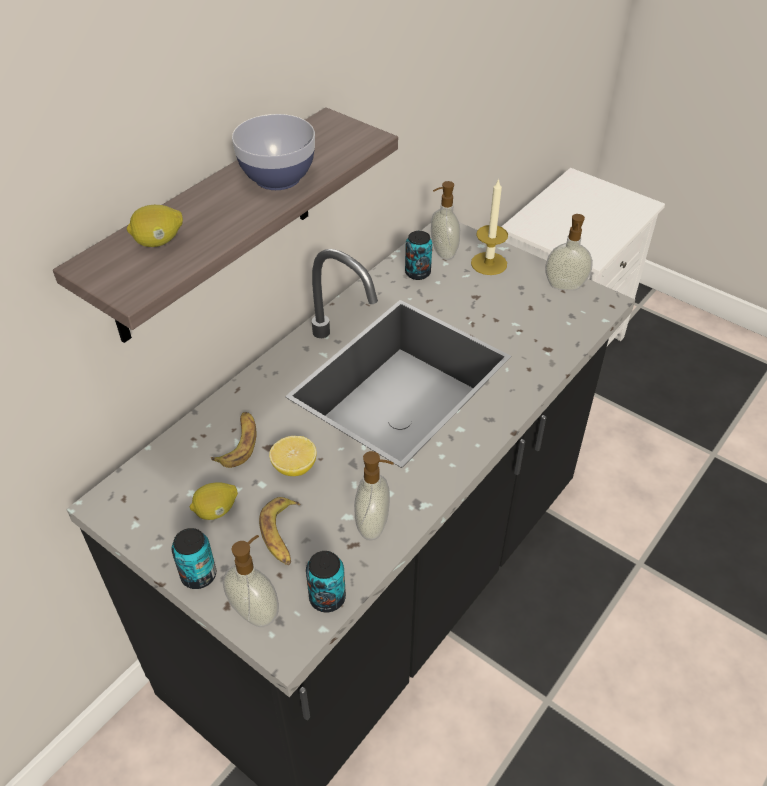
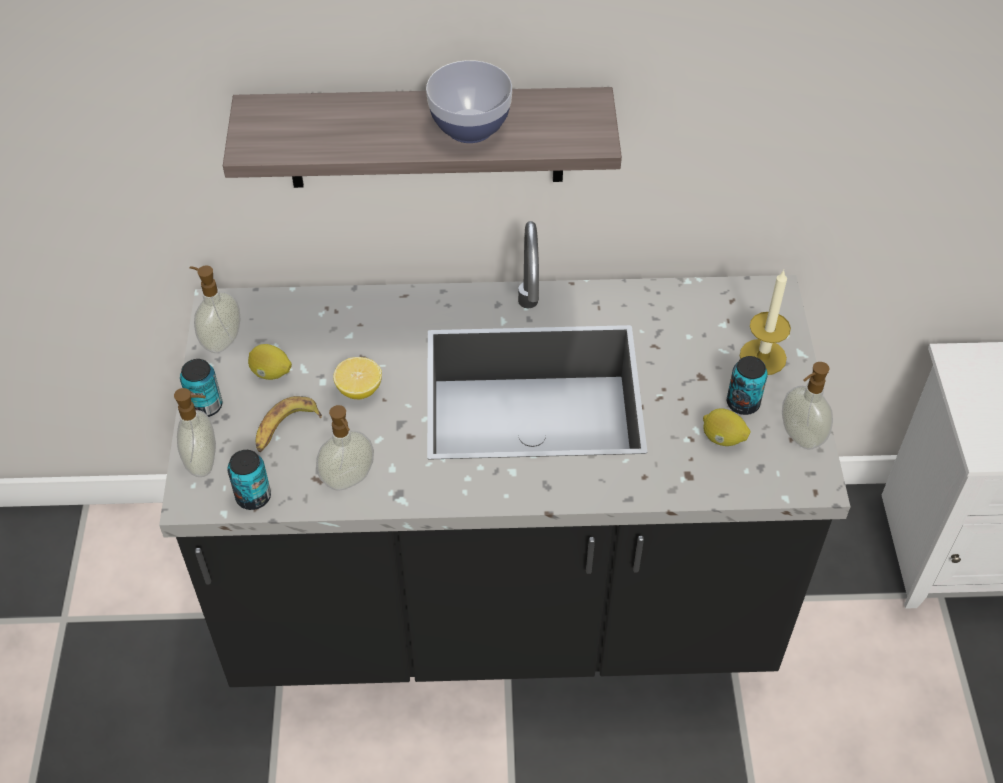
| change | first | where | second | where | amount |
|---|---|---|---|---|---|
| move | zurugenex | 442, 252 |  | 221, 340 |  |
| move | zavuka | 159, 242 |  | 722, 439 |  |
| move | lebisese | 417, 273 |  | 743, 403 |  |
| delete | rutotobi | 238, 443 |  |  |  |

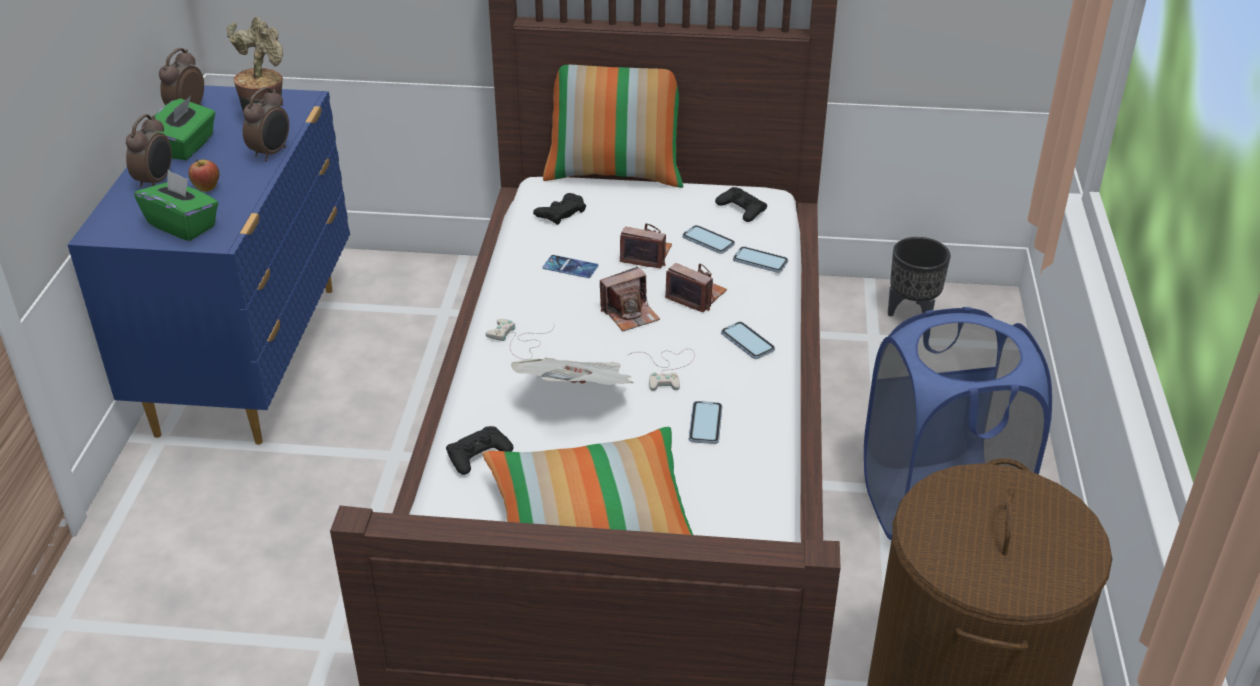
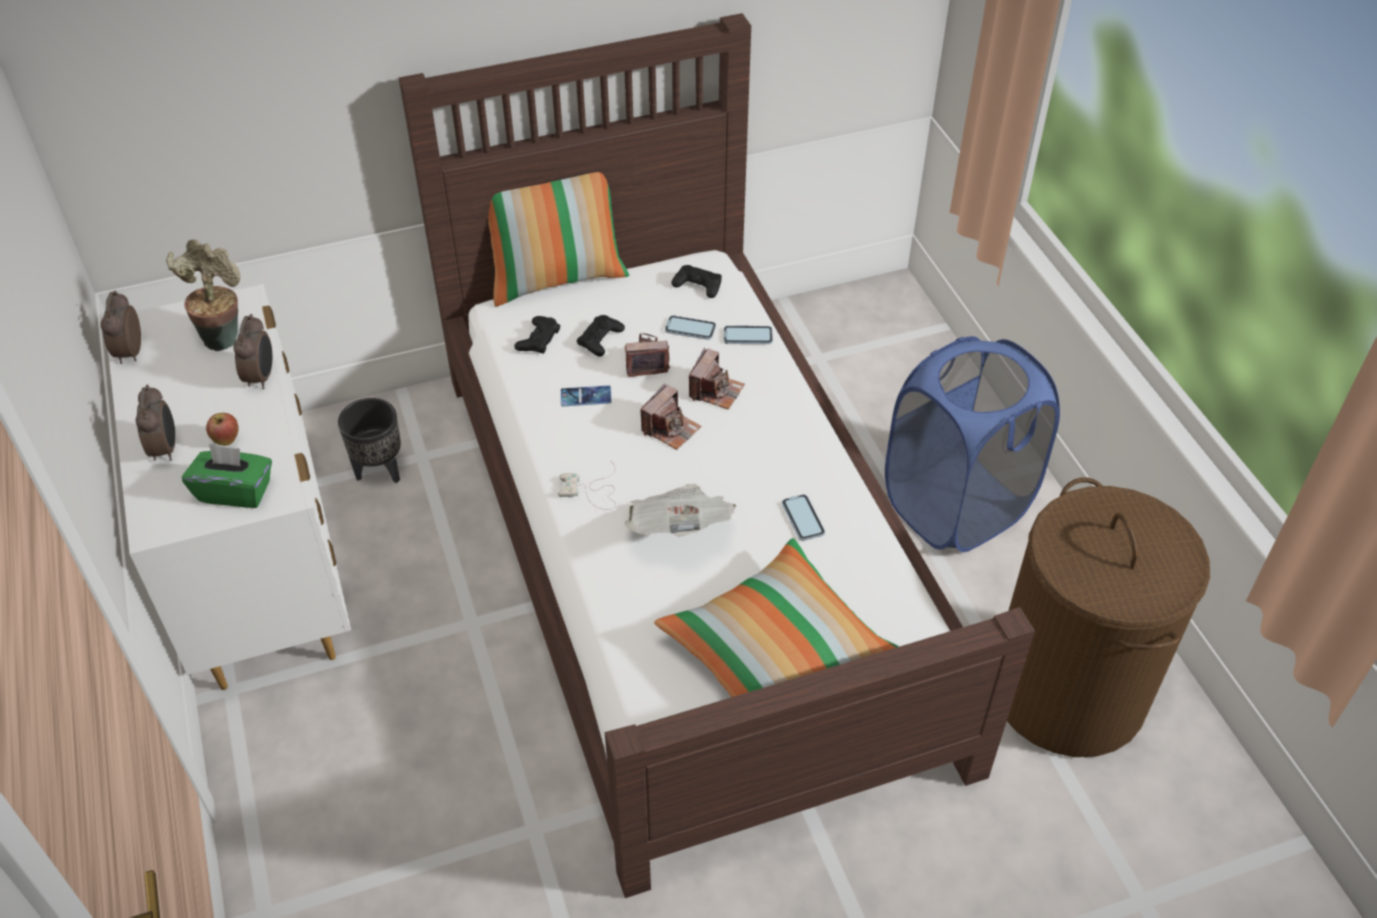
| change | first | where | second | where | amount |
|---|---|---|---|---|---|
| recolor | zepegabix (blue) | 253, 357 | zepegabix (white) | 263, 569 |  |
| delete | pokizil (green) | 187, 147 |  |  |  |
| move | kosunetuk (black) | 912, 314 |  | 380, 470 |  |
| rotate | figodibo | 696, 296 |  | 715, 391 | 105 degrees clockwise |
| delete | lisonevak | 747, 342 |  |  |  |
| delete | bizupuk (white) | 667, 368 |  |  |  |
| move | bizupuk (black) | 478, 455 |  | 600, 339 |  |

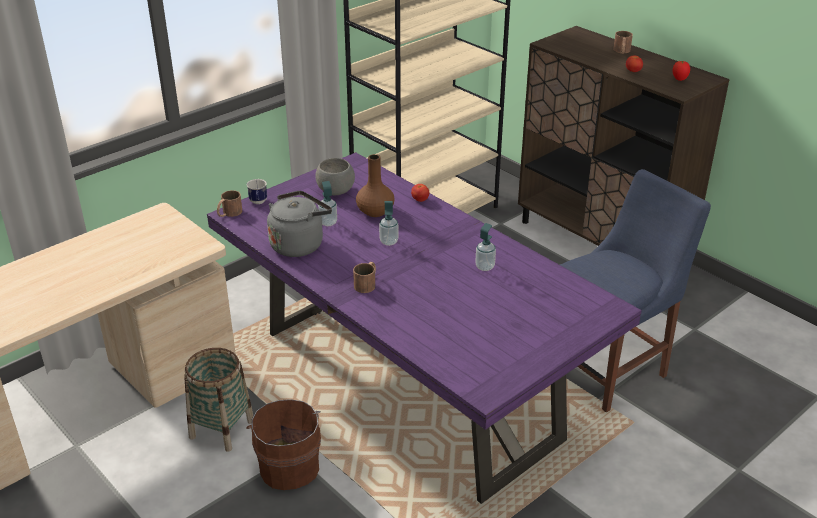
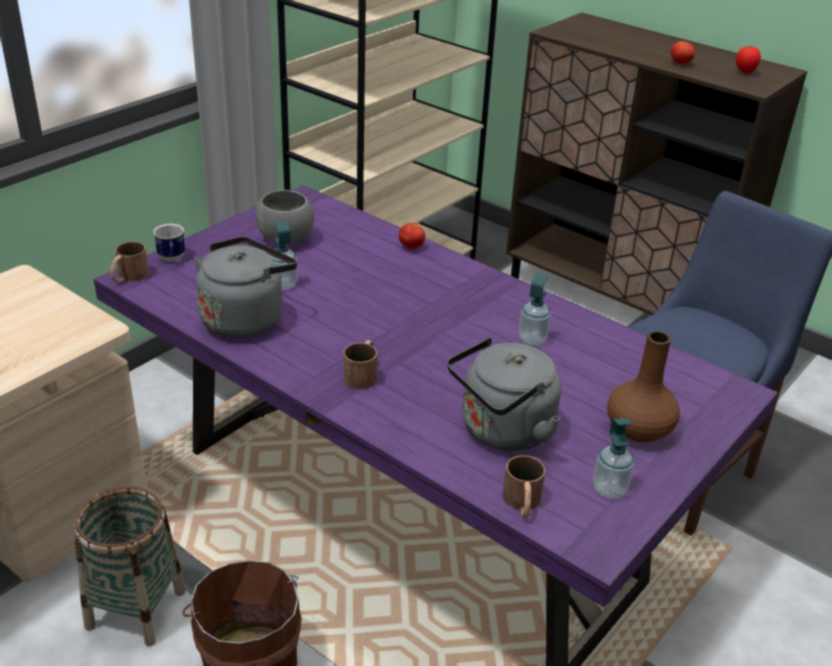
| change | first | where | second | where | amount |
|---|---|---|---|---|---|
| move | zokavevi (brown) | 622, 51 |  | 522, 503 |  |
| move | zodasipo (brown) | 375, 212 |  | 638, 430 |  |
| move | zurugenex | 389, 242 |  | 609, 489 |  |
| insert |  |  | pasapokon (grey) | 502, 431 |  |

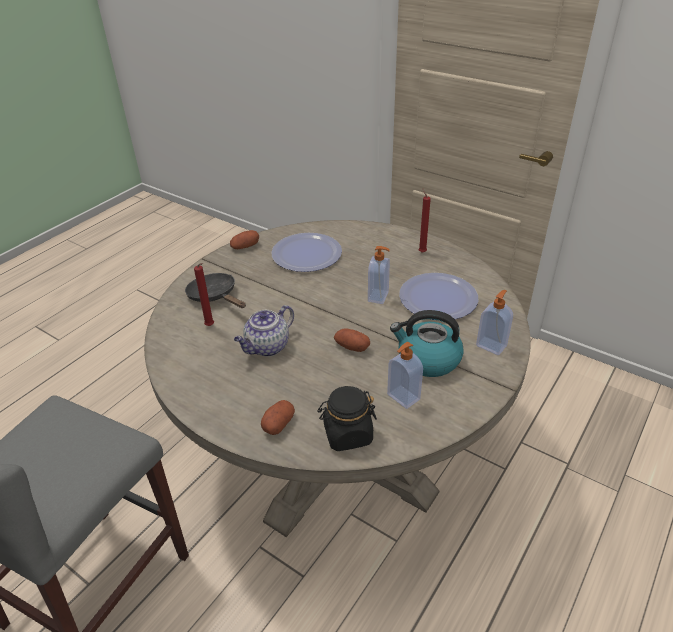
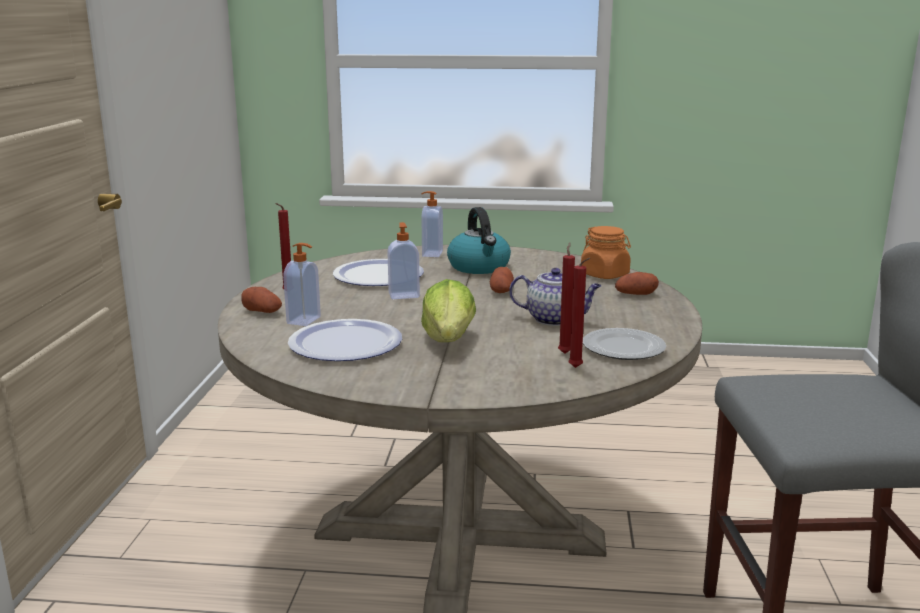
| change | first | where | second | where | amount |
|---|---|---|---|---|---|
| move | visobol | 245, 247 |  | 262, 311 |  |
| delete | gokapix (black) | 215, 296 |  |  |  |
| move | zurugenex | 402, 397 |  | 305, 320 |  |
| recolor | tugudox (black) | 347, 434 | tugudox (orange) | 605, 275 |  |
| insert |  |  | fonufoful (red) | 577, 368 |  |
| insert |  |  | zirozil | 449, 340 |  |
| insert |  |  | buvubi | 623, 348 |  |

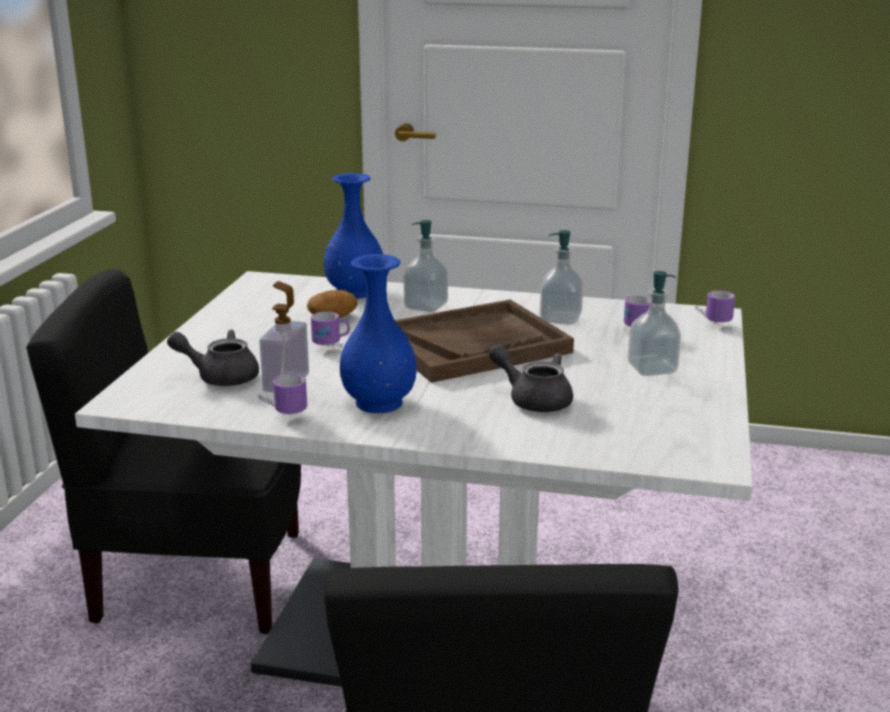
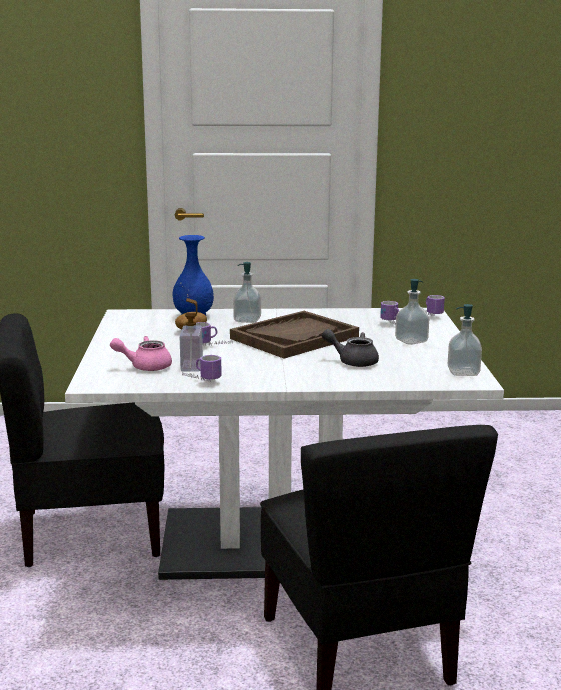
| change | first | where | second | where | amount |
|---|---|---|---|---|---|
| move | zurugenex | 560, 319 |  | 463, 372 |  |
| delete | zodasipo (blue) | 380, 403 |  |  |  |
| recolor | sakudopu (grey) | 220, 377 | sakudopu (pink) | 145, 366 |  |

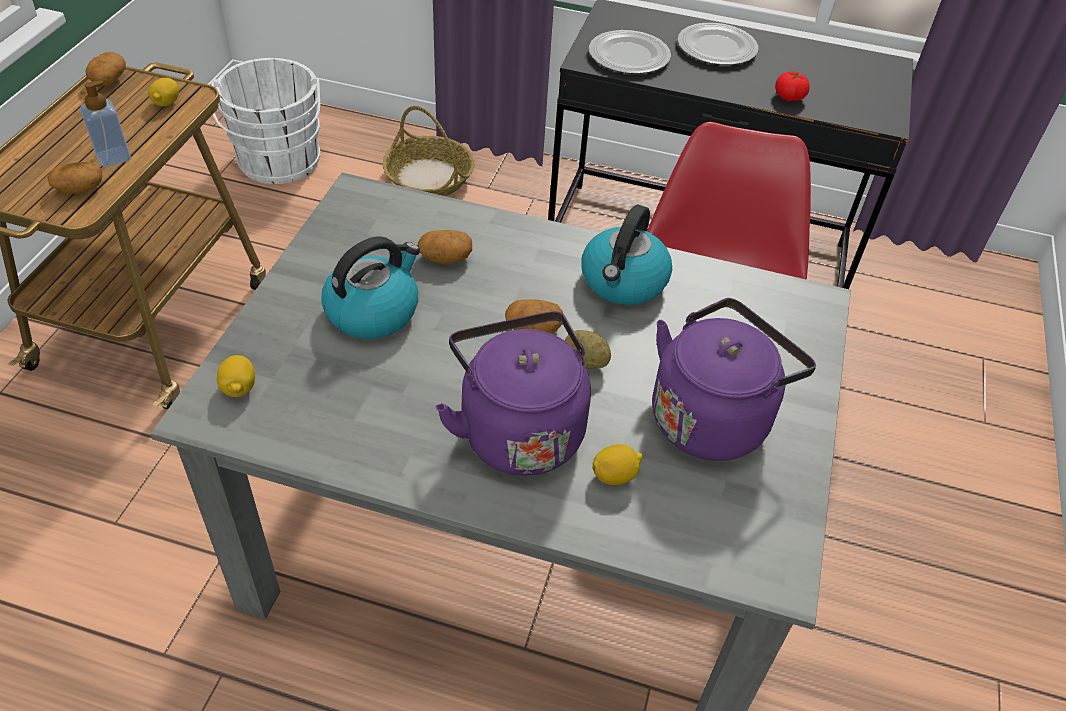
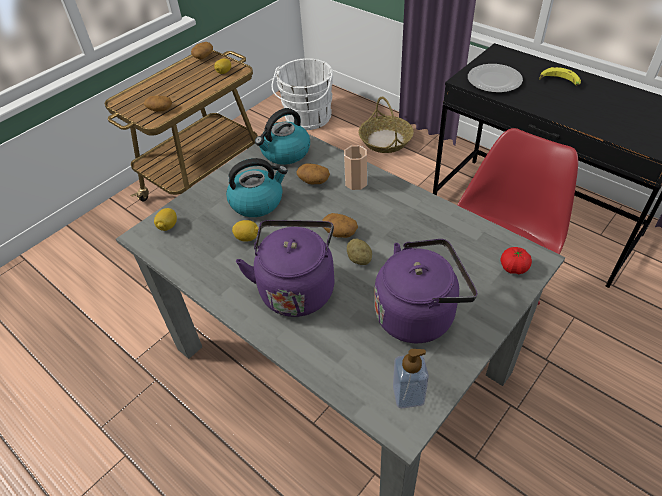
| change | first | where | second | where | amount |
|---|---|---|---|---|---|
| replace | buvubi | 716, 47 | rutotobi | 558, 83 |  |
| move | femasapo | 789, 97 |  | 513, 267 |  |
| move | zurugenex | 113, 157 |  | 408, 395 |  |
| move | pasapokon | 623, 282 |  | 285, 153 |  |
| move | zavuka | 615, 475 |  | 247, 237 |  |
| insert |  |  | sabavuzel | 356, 183 |  |

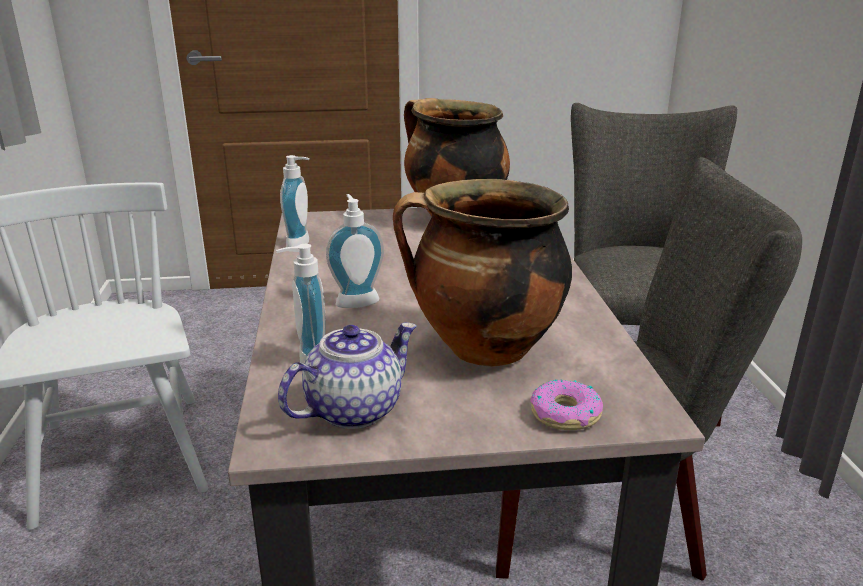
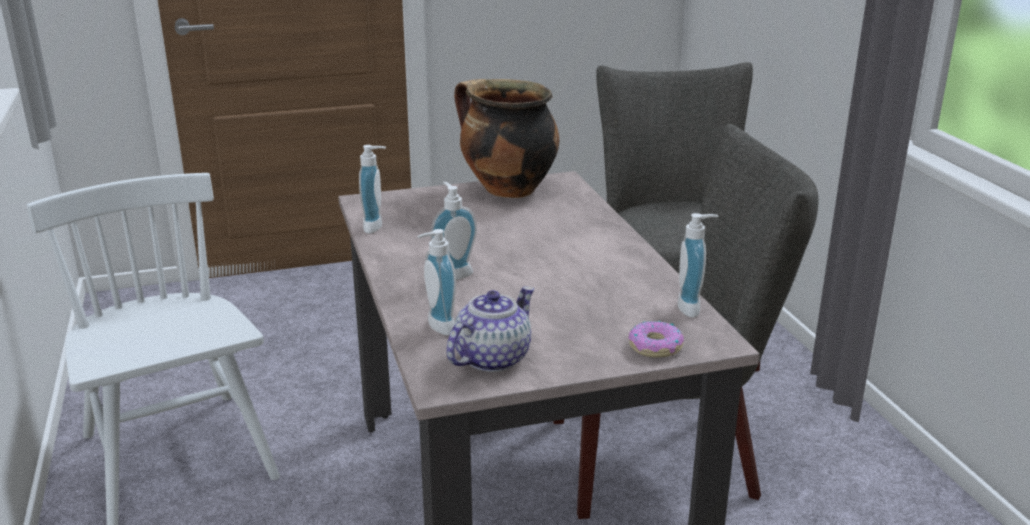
| change | first | where | second | where | amount |
|---|---|---|---|---|---|
| delete | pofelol | 483, 350 |  |  |  |
| insert |  |  | zurugenex | 693, 308 |  |

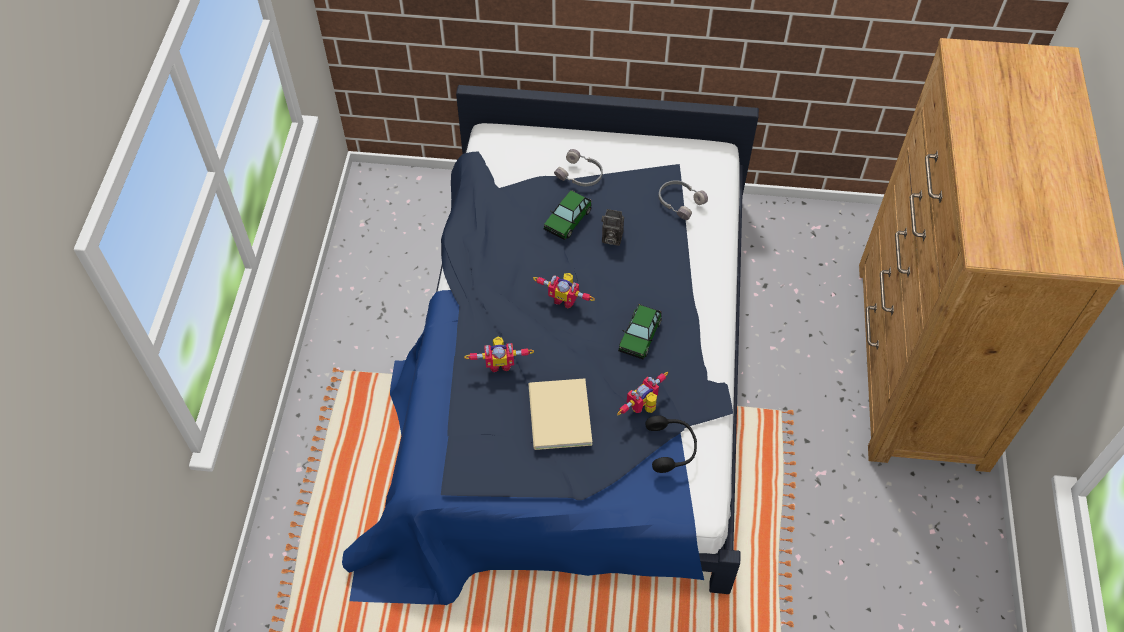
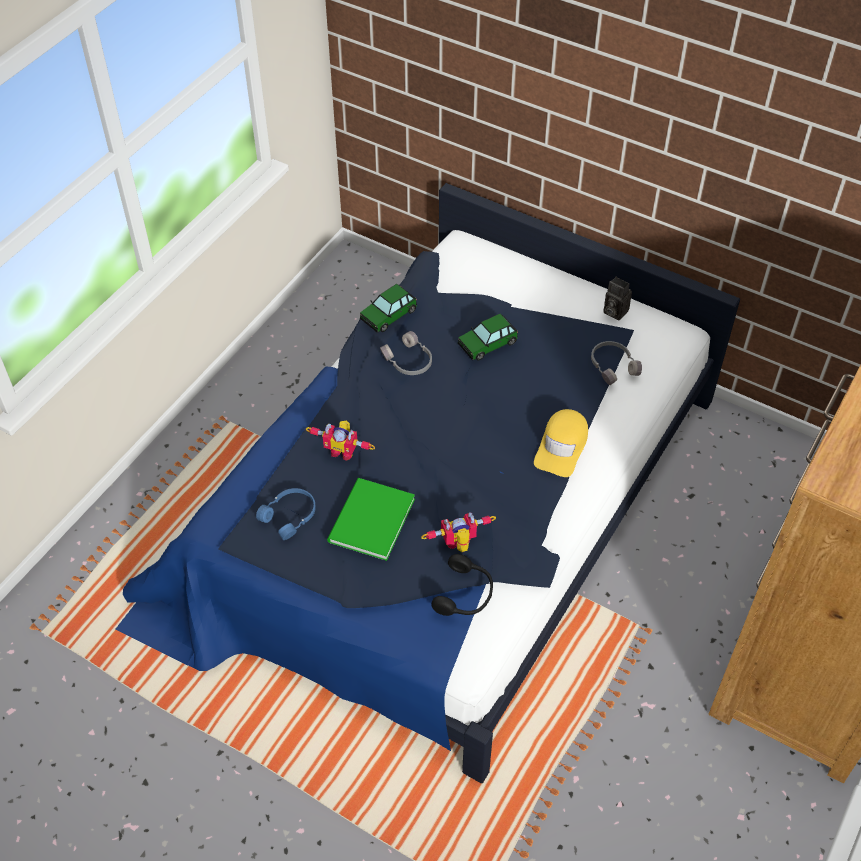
| change | first | where | second | where | amount |
|---|---|---|---|---|---|
| move | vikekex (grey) | 580, 175 |  | 408, 361 |  |
| move | figodibo | 610, 238 |  | 613, 311 |  |
| delete | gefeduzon | 565, 299 |  |  |  |
| move | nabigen | 639, 336 |  | 388, 315 |  |
| recolor | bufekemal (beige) | 558, 417 | bufekemal (green) | 368, 521 |  |
| insert |  |  | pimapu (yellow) | 562, 447 |  |
| insert |  |  | vikekex (blue) | 290, 516 |  |

